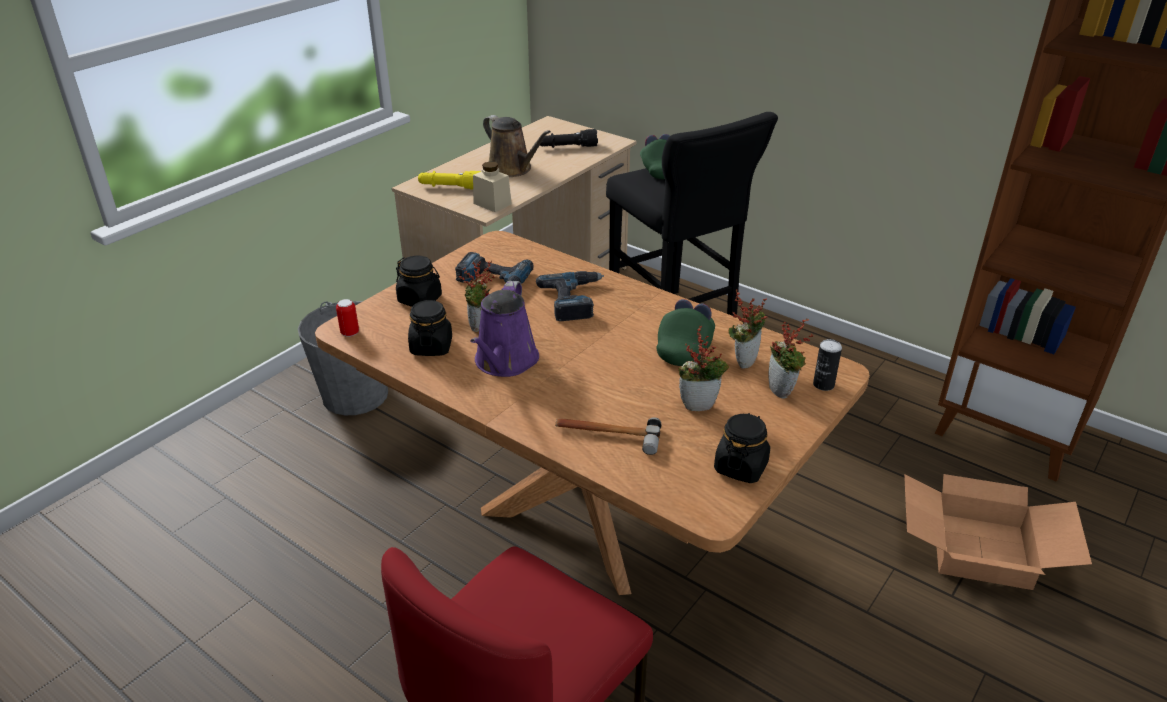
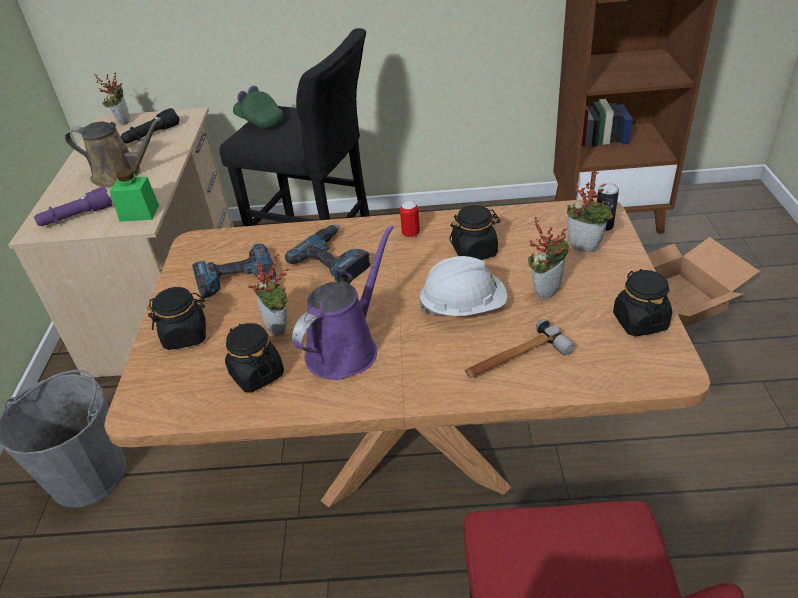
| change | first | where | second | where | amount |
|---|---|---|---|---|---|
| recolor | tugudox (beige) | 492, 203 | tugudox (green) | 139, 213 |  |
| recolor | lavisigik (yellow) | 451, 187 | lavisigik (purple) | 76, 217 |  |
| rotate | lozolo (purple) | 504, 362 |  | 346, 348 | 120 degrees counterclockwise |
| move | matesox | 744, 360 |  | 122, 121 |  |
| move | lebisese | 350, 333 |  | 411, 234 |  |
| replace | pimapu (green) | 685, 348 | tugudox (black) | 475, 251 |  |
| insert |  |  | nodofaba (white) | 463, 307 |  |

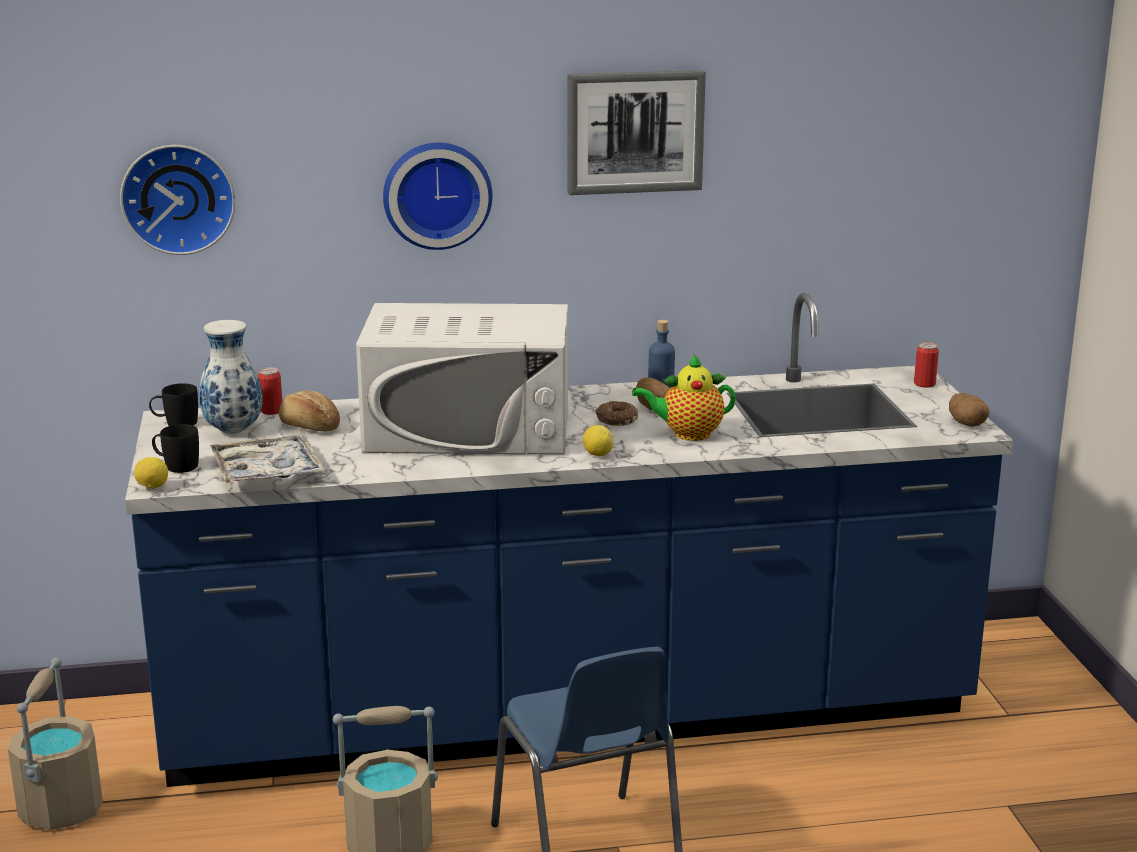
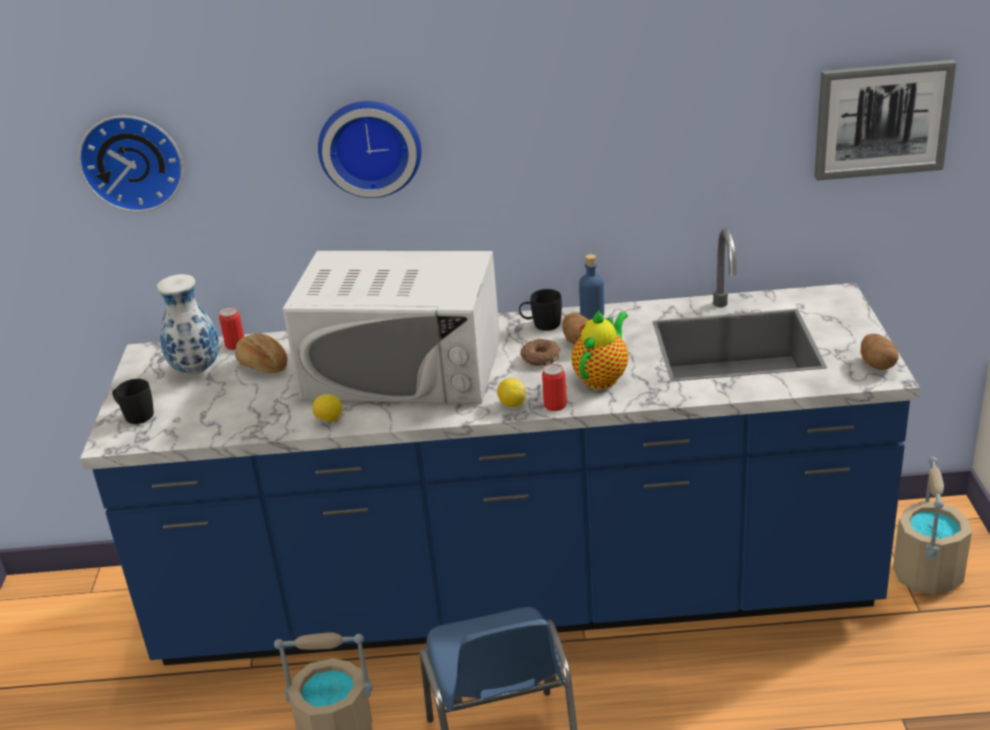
| change | first | where | second | where | amount |
|---|---|---|---|---|---|
| move | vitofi | 634, 132 |  | 882, 119 |  |
| move | lebisese | 924, 384 |  | 555, 405 |  |
| rotate | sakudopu | 687, 434 |  | 602, 377 | 120 degrees clockwise |
| move | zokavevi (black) | 175, 423 |  | 541, 324 |  |
| delete | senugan | 267, 472 |  |  |  |
| move | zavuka | 152, 487 |  | 329, 420 |  |
| move | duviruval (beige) | 61, 808 |  | 927, 573 |  |

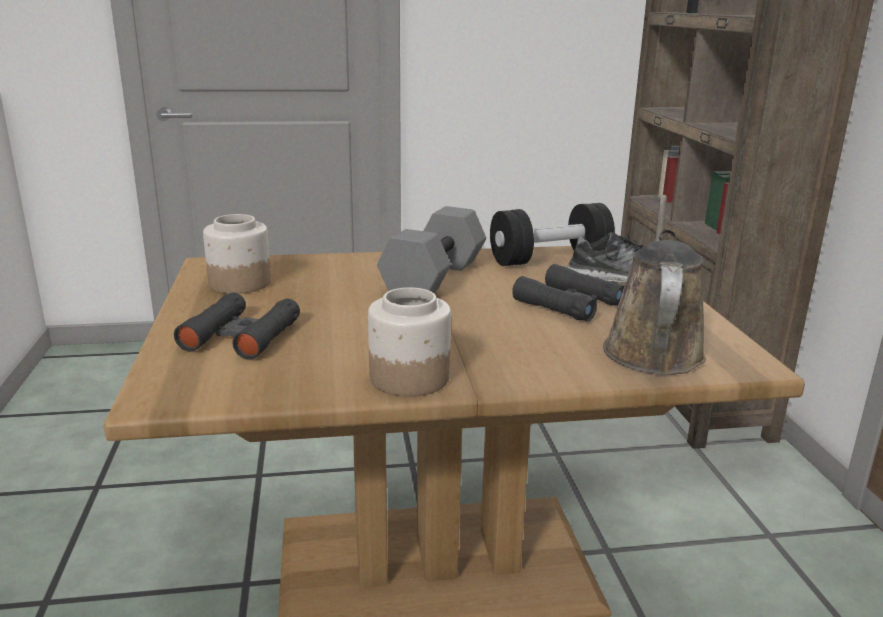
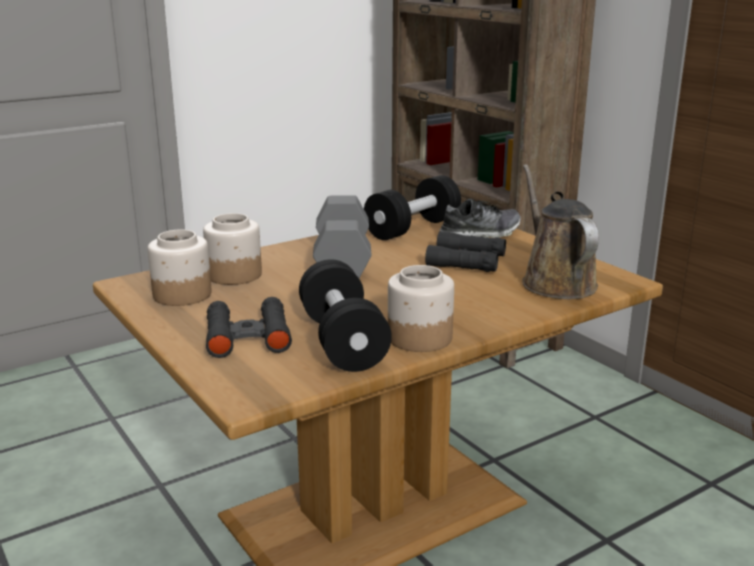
| change | first | where | second | where | amount |
|---|---|---|---|---|---|
| insert |  |  | tugudox | 233, 275 |  |
| insert |  |  | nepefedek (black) | 342, 341 |  |

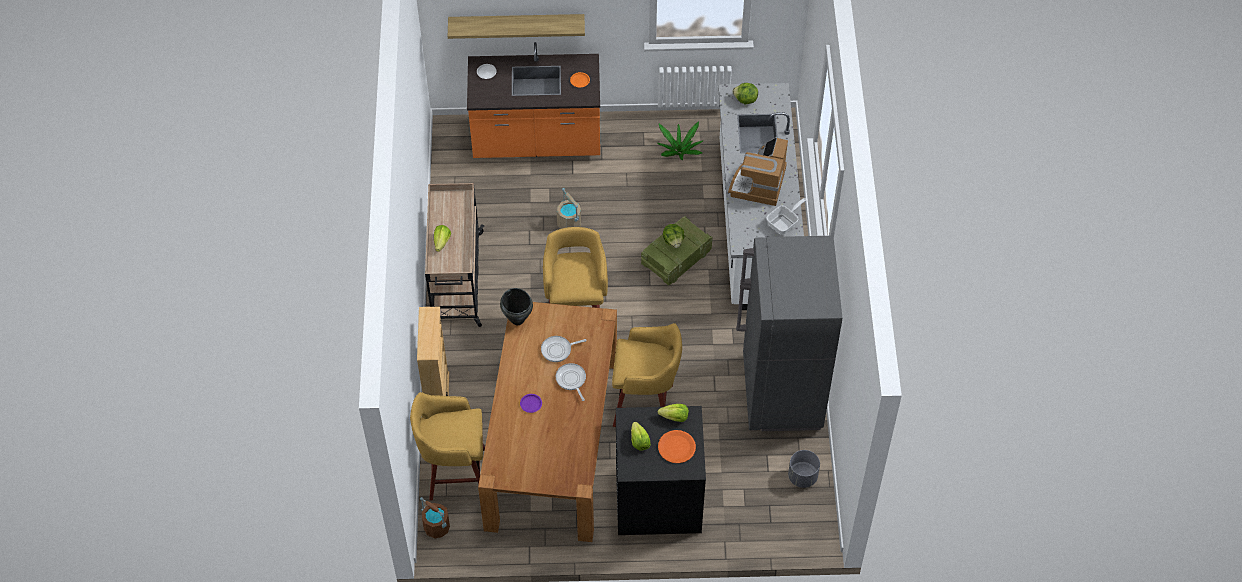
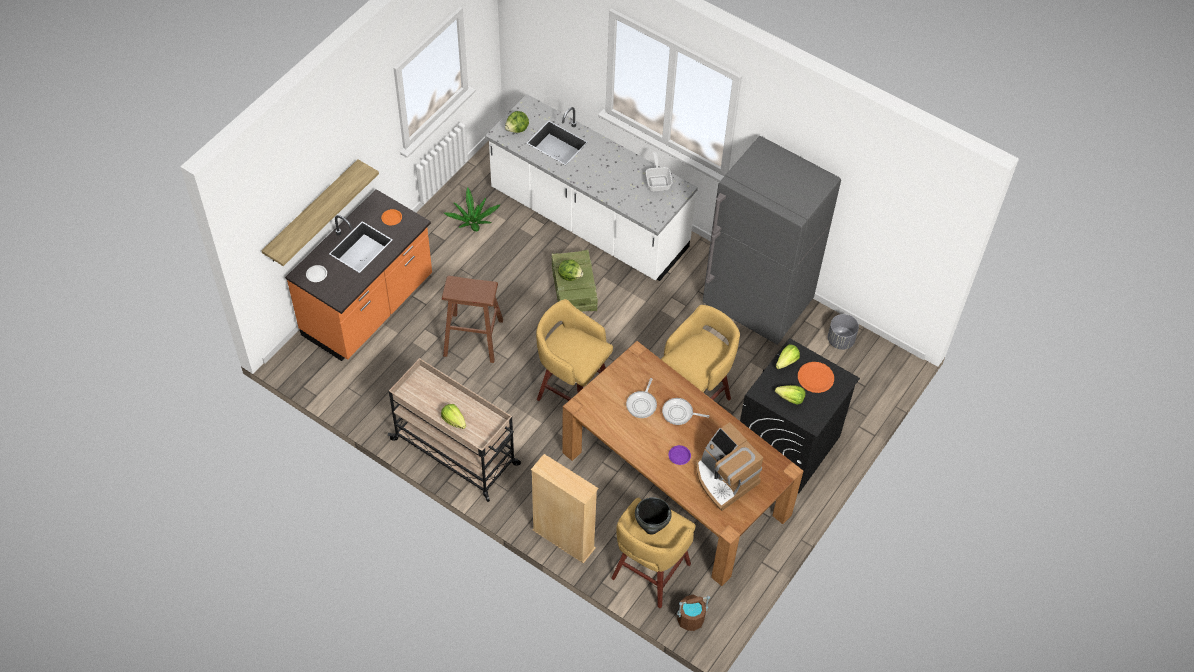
| change | first | where | second | where | amount |
|---|---|---|---|---|---|
| move | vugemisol | 758, 183 |  | 724, 478 |  |
| replace | duviruval (beige) | 569, 223 | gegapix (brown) | 473, 338 |  |
| move | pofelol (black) | 517, 319 |  | 651, 528 |  |

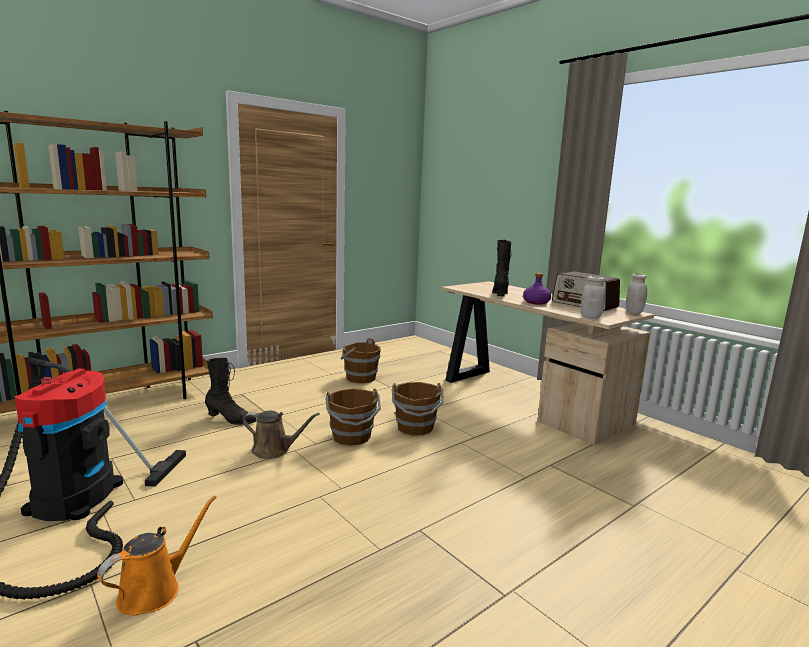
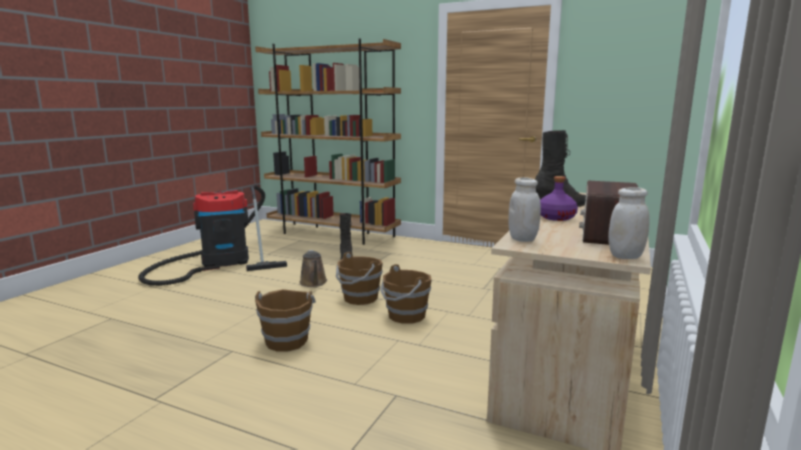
| change | first | where | second | where | amount |
|---|---|---|---|---|---|
| move | duviruval (brown) | 360, 378 |  | 286, 341 |  |
| delete | lozolo (orange) | 155, 590 |  |  |  |

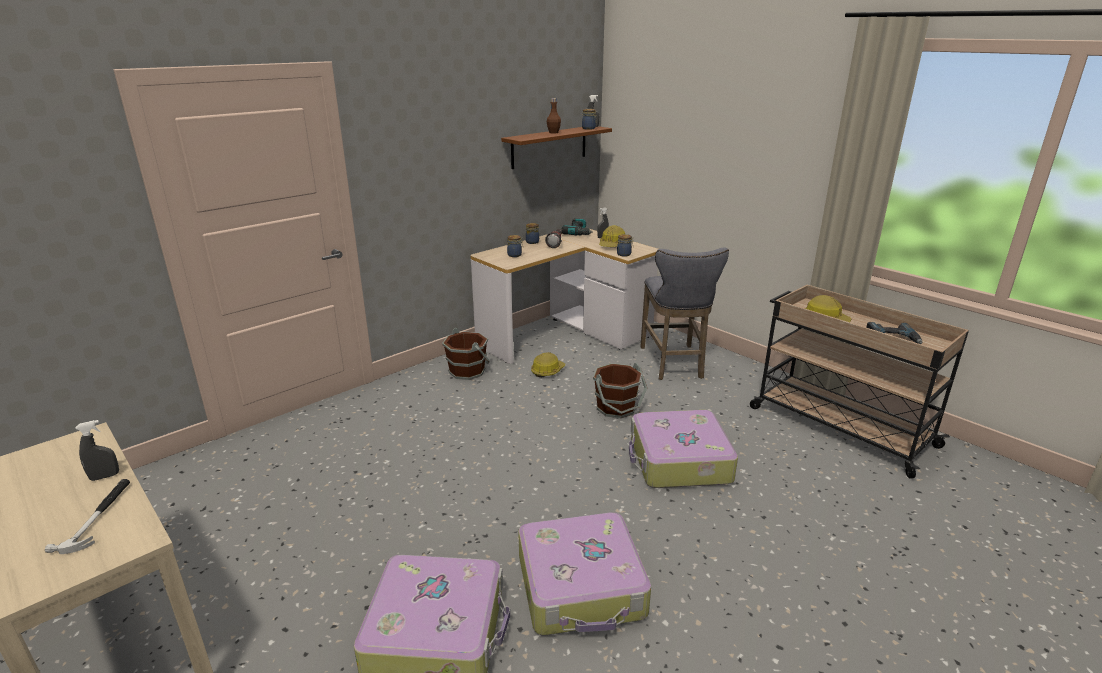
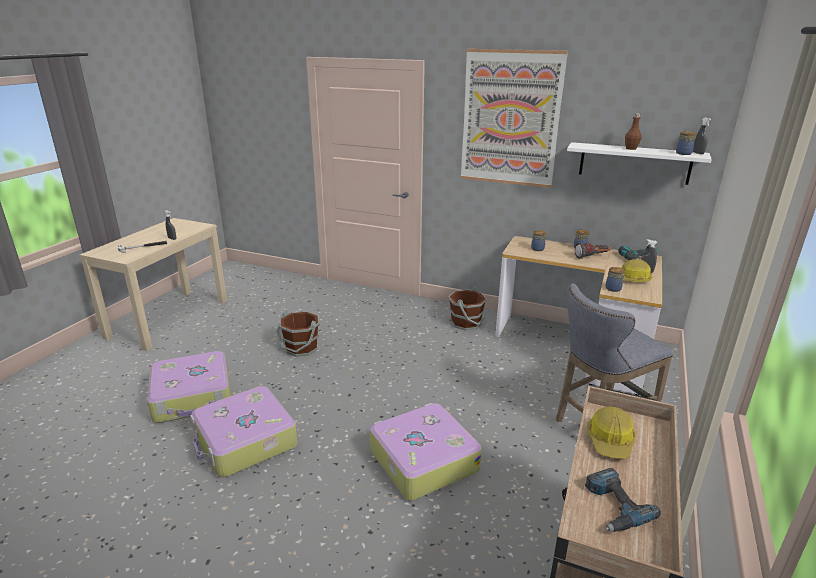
| change | first | where | second | where | amount |
|---|---|---|---|---|---|
| recolor | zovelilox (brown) | 549, 147 | zovelilox (white) | 634, 163 |  |
| delete | nodofaba | 547, 371 |  |  |  |
| move | duviruval (brown) | 616, 408 |  | 301, 348 |  |
| insert |  |  | vitofi | 510, 119 |  |

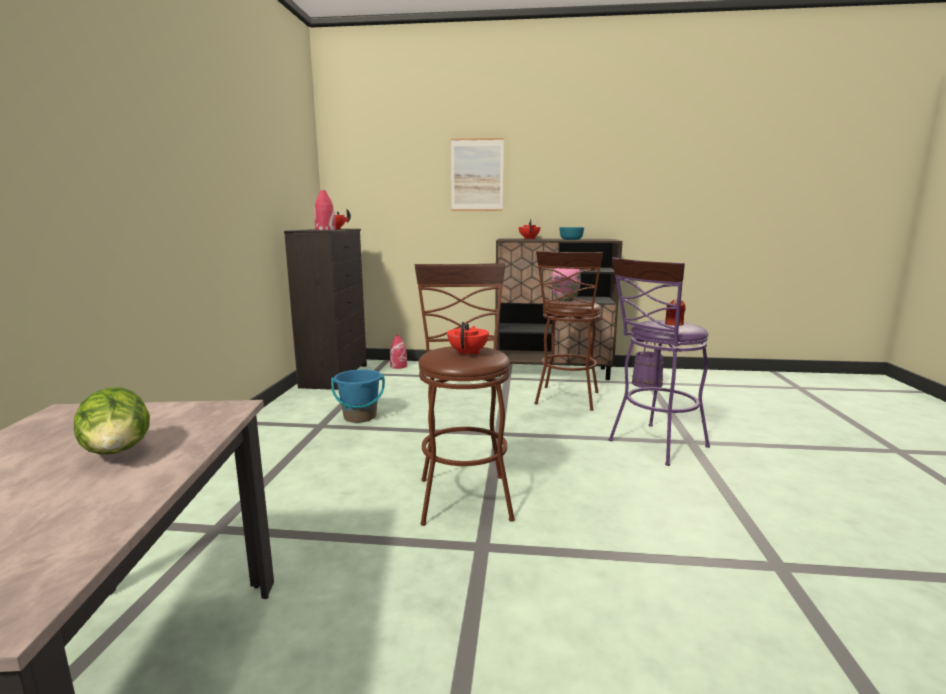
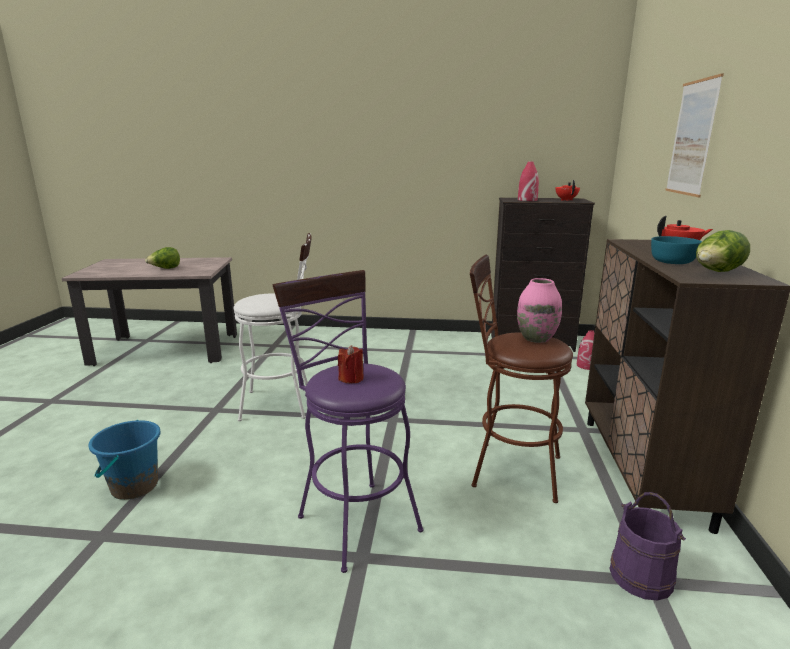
| change | first | where | second | where | amount |
|---|---|---|---|---|---|
| recolor | gegapix (brown) | 463, 493 | gegapix (white) | 283, 403 |  |
| delete | sakudopu (red) | 468, 353 |  |  |  |
| move | duviruval (blue) | 360, 417 |  | 134, 486 |  |
| insert |  |  | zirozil | 716, 272 |  |

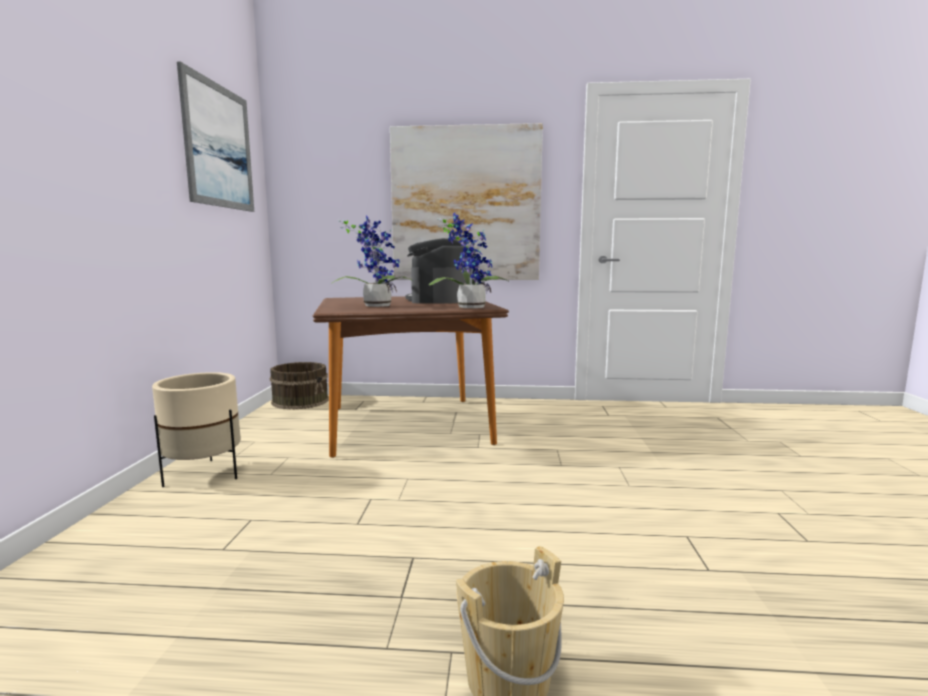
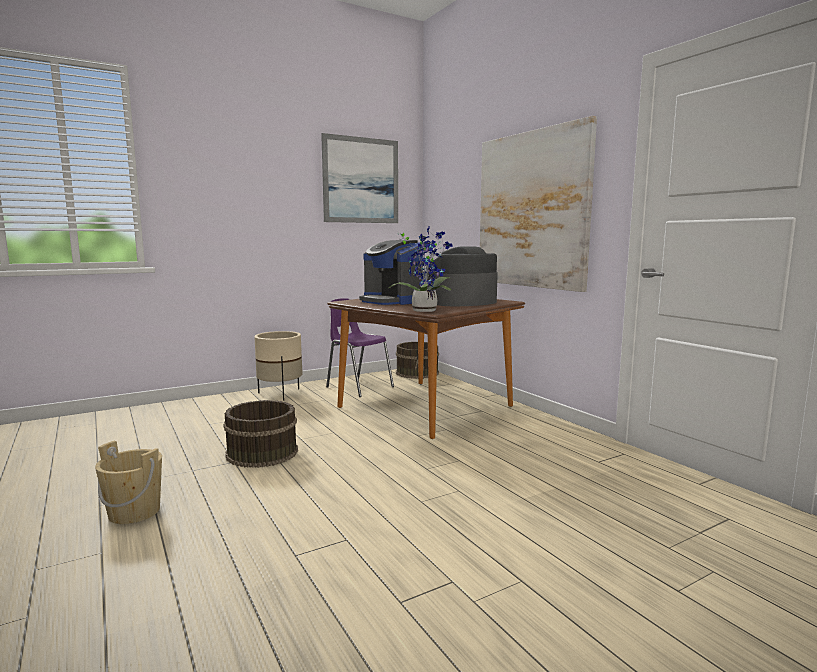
| change | first | where | second | where | amount |
|---|---|---|---|---|---|
| replace | matesox | 376, 305 | vugemisol | 391, 301 |  |
| insert |  |  | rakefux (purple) | 358, 387 |  |
| insert |  |  | duviruval (brown) | 261, 453 |  |

